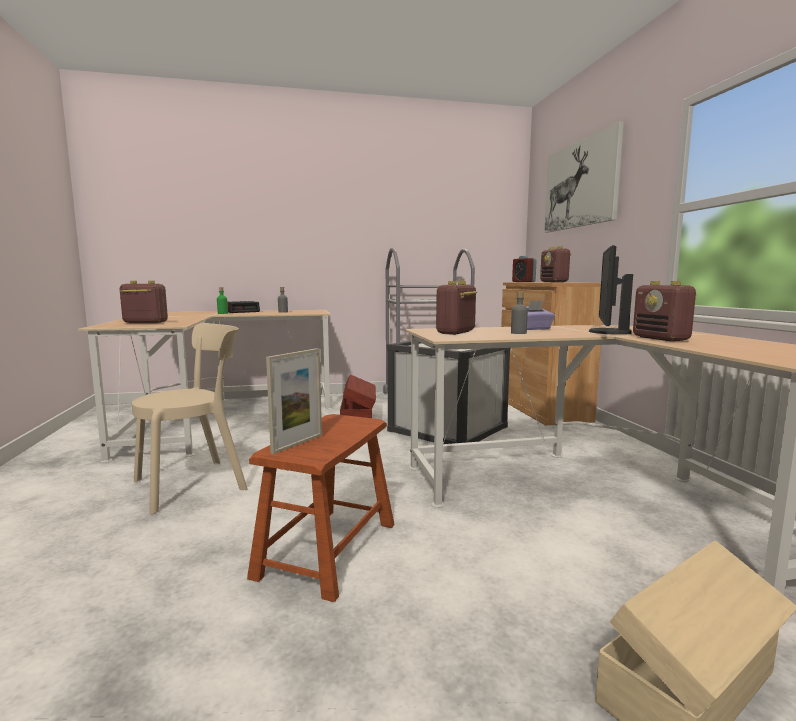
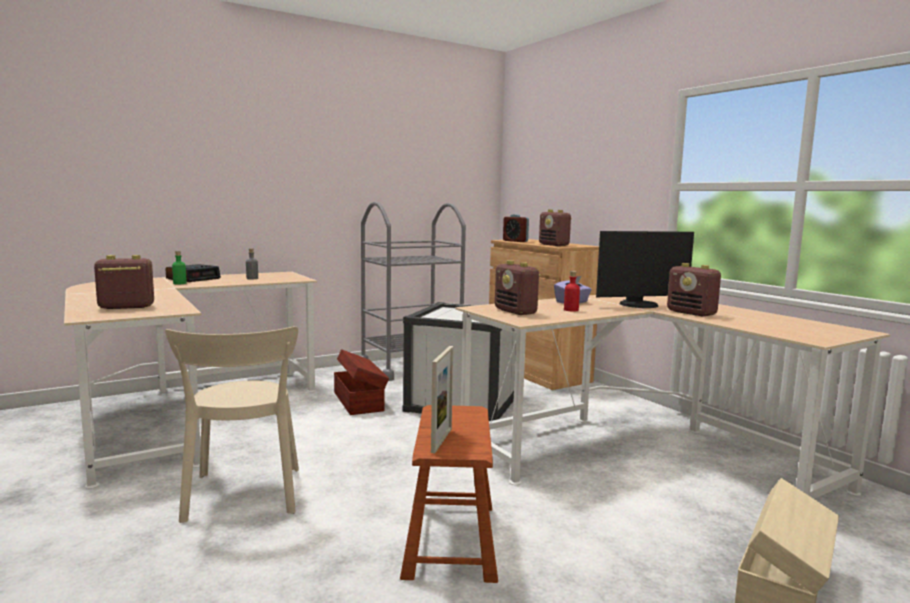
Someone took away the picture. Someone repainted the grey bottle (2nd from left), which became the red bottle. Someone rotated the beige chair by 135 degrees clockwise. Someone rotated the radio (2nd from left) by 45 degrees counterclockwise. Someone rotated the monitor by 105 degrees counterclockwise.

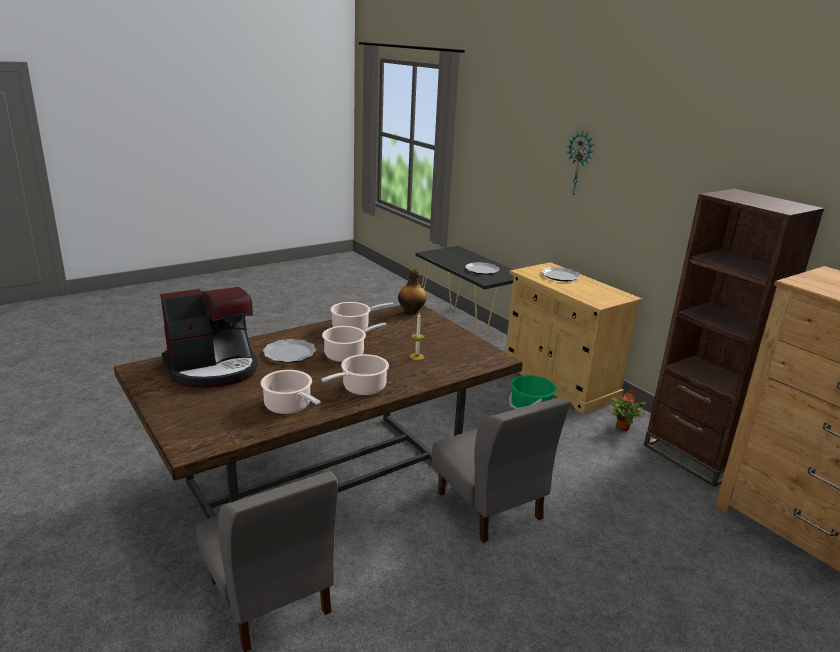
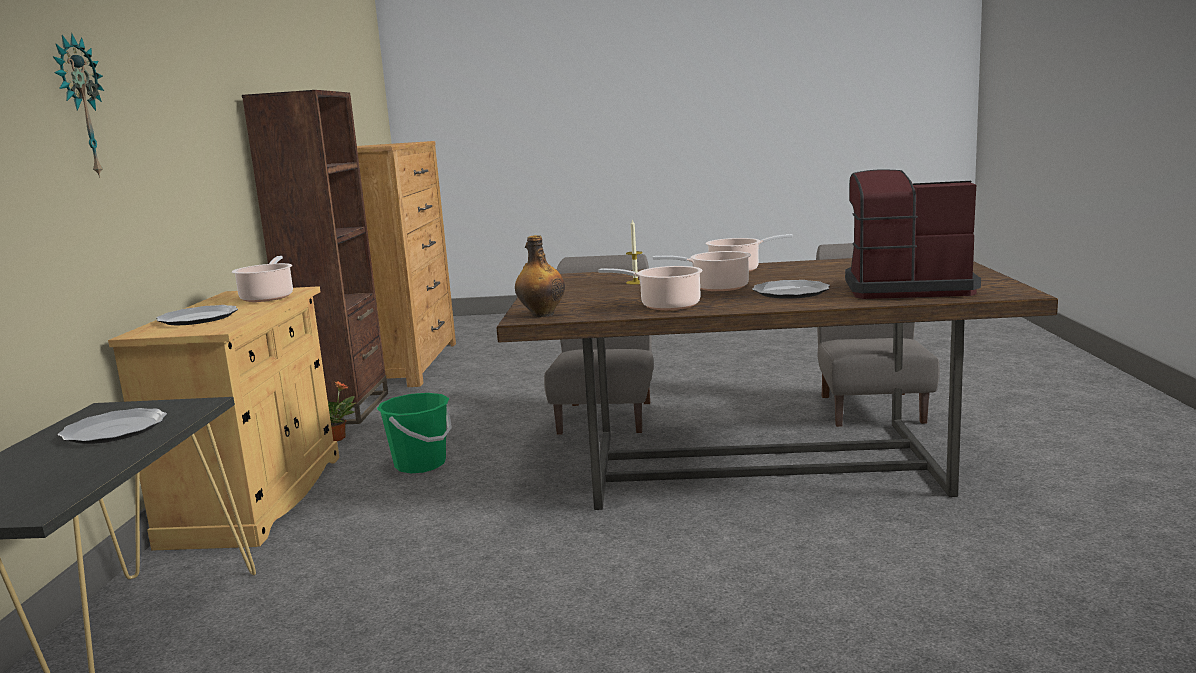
Someone carried the cooking pot (1st from left).

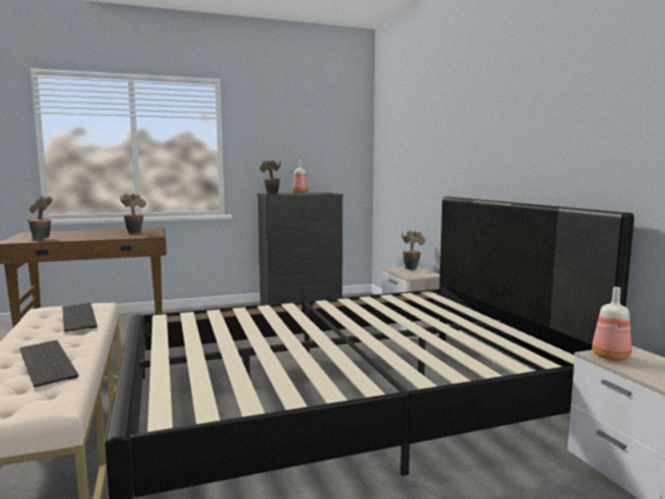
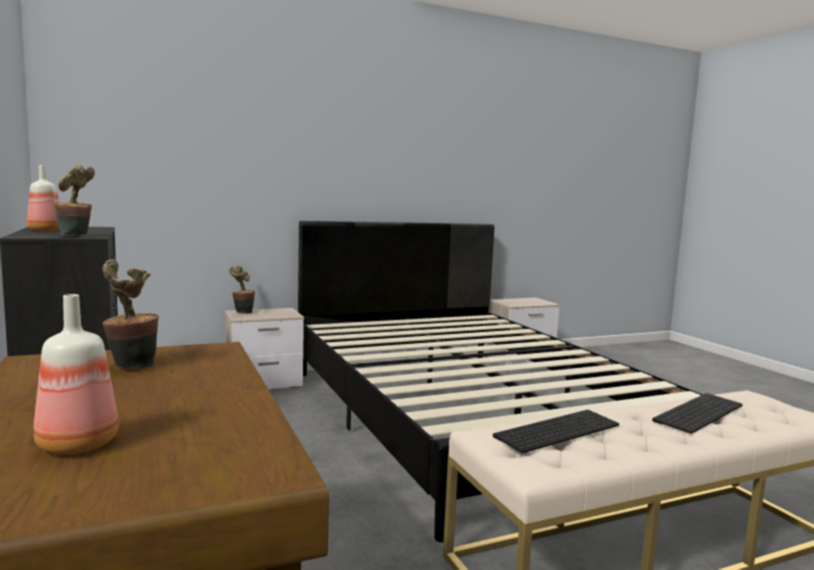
Someone took away the potted plant (1st from left). Someone carried the bottle (2nd from left).

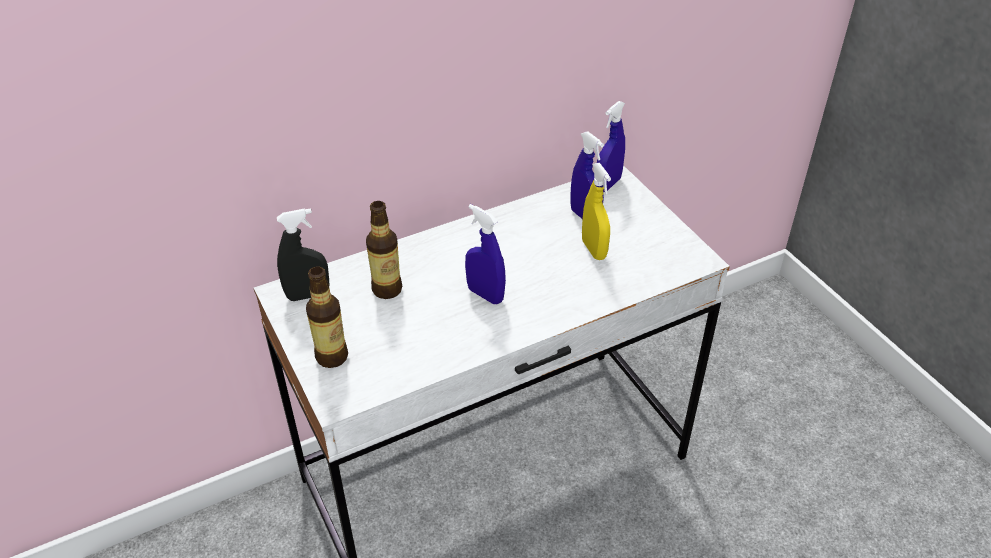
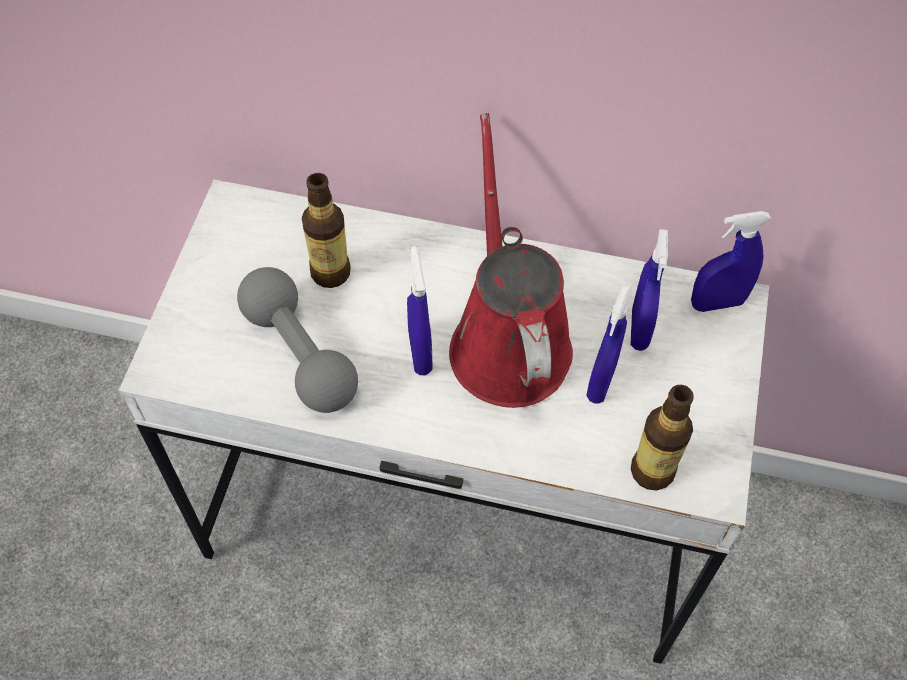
Someone took away the black spray bottle. Someone put down the grey dumbbell. Someone put down the red watering can. Someone carried the bottle (1st from left in the first image). Someone repainted the yellow spray bottle, which became the blue spray bottle (2nd from left).

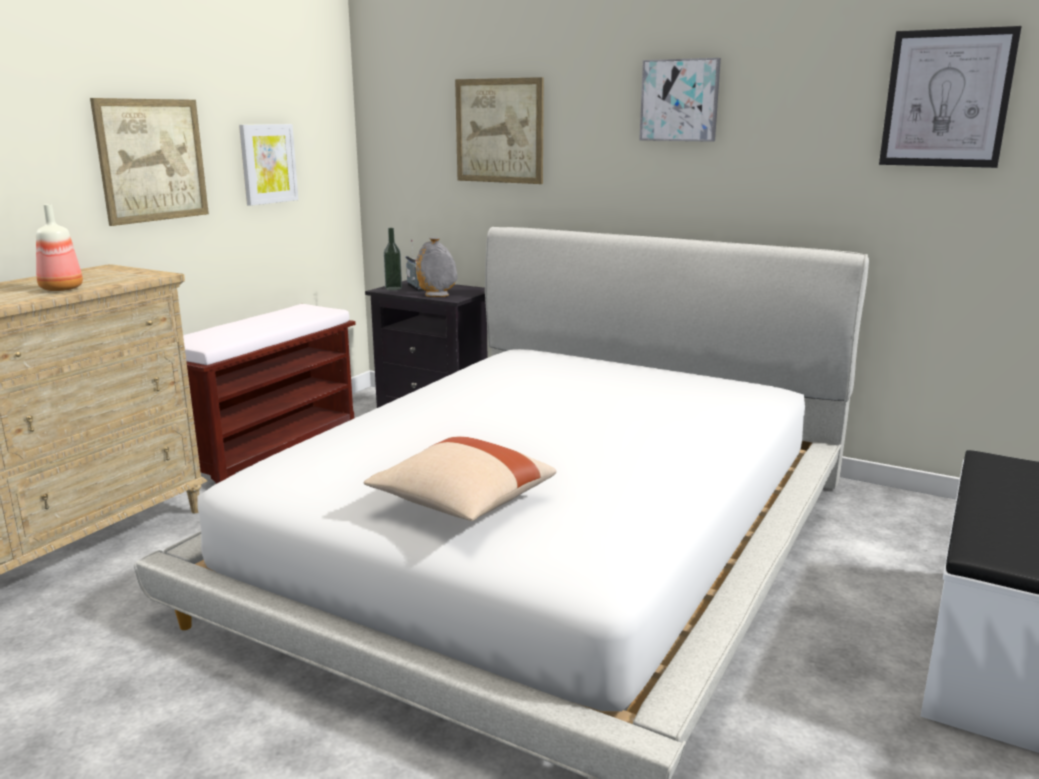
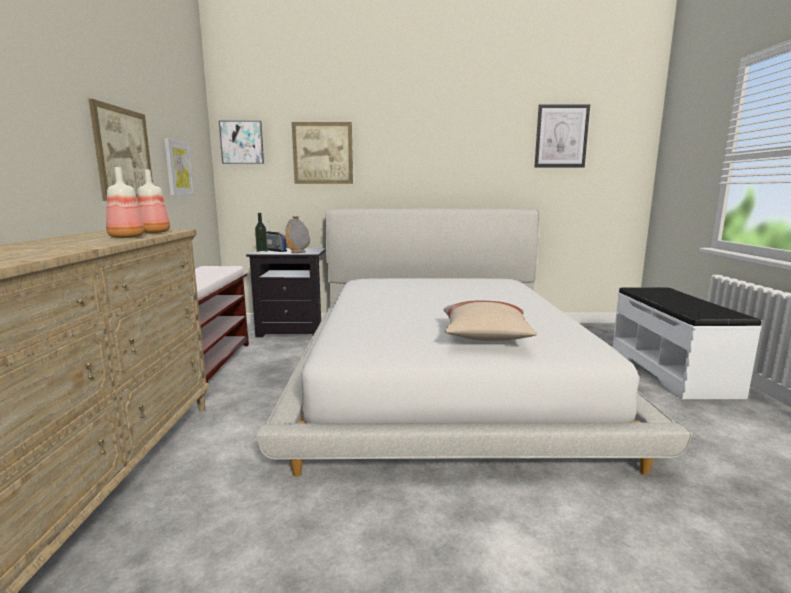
Someone put down the bottle (2nd from left). Someone carried the picture (4th from left in the first image).

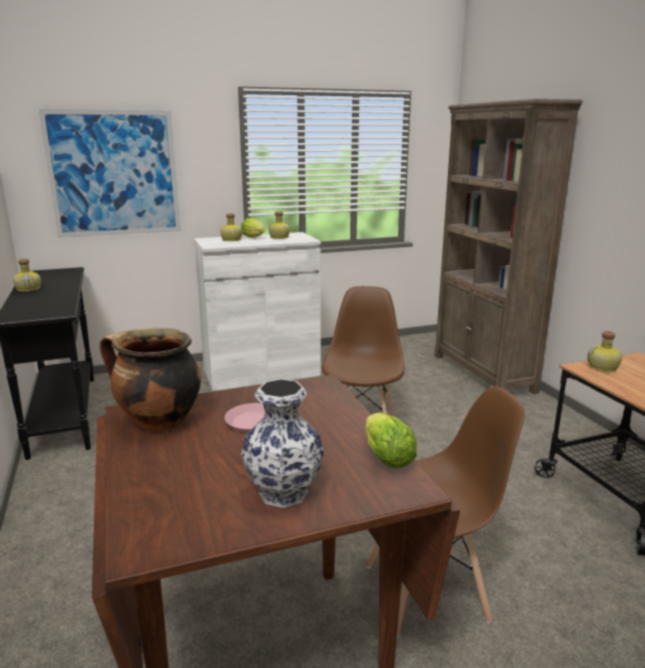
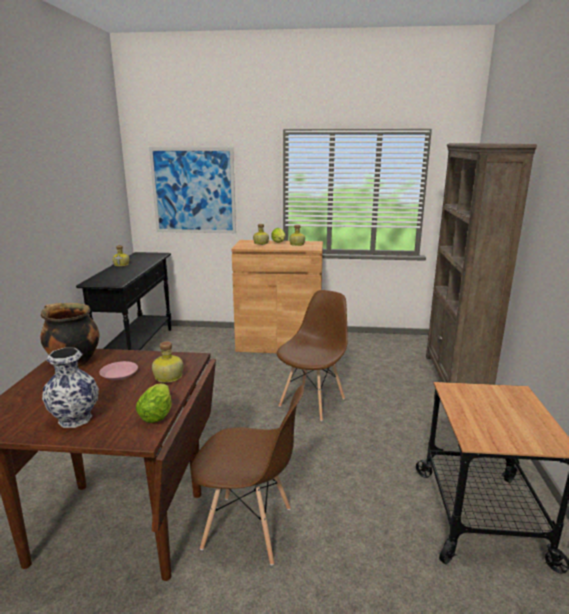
Someone carried the bottle (4th from left in the first image). Someone repainted the white cabinet, which became the brown cabinet.

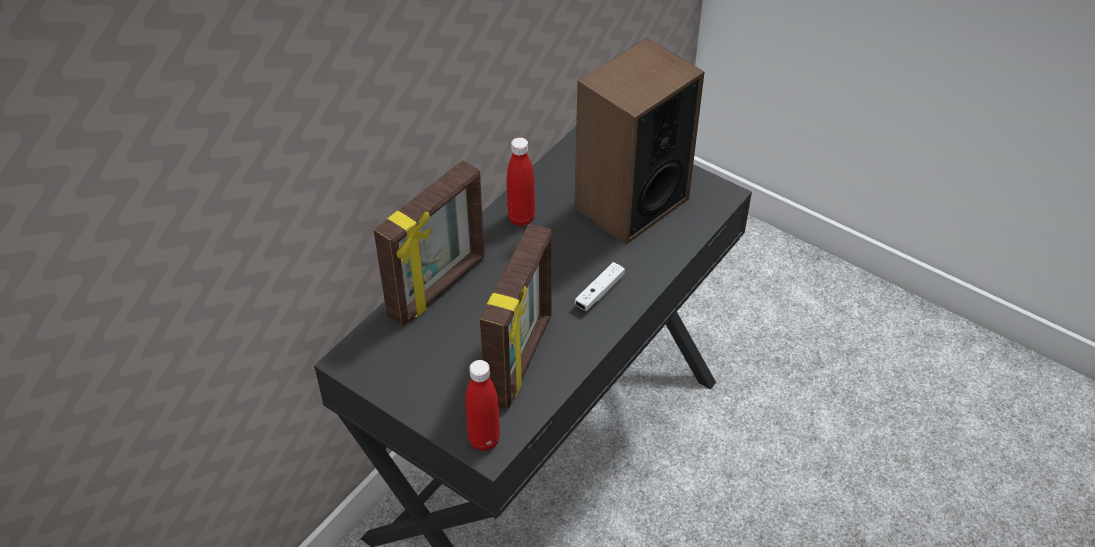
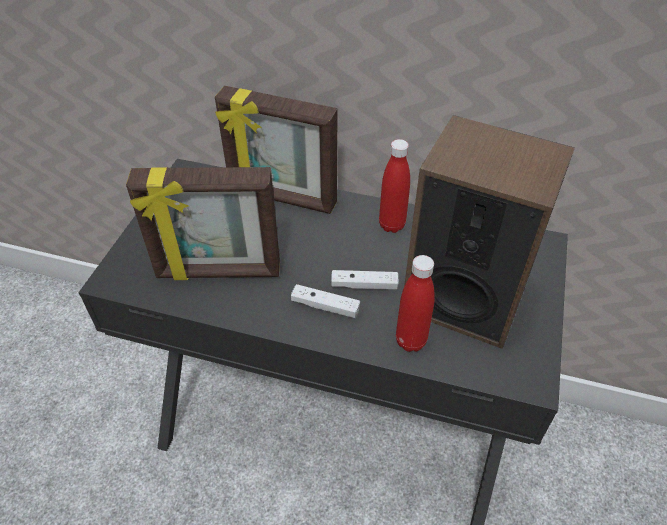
Someone put down the white game controller (2nd from left). Someone carried the red bottle (1st from left in the first image).

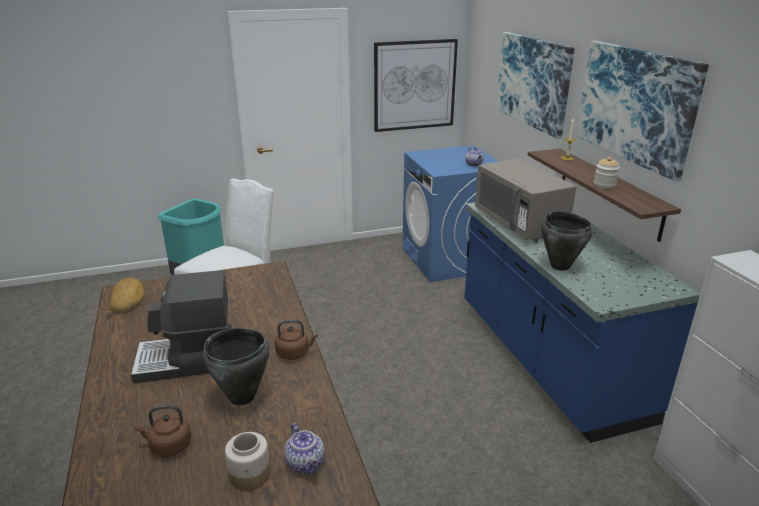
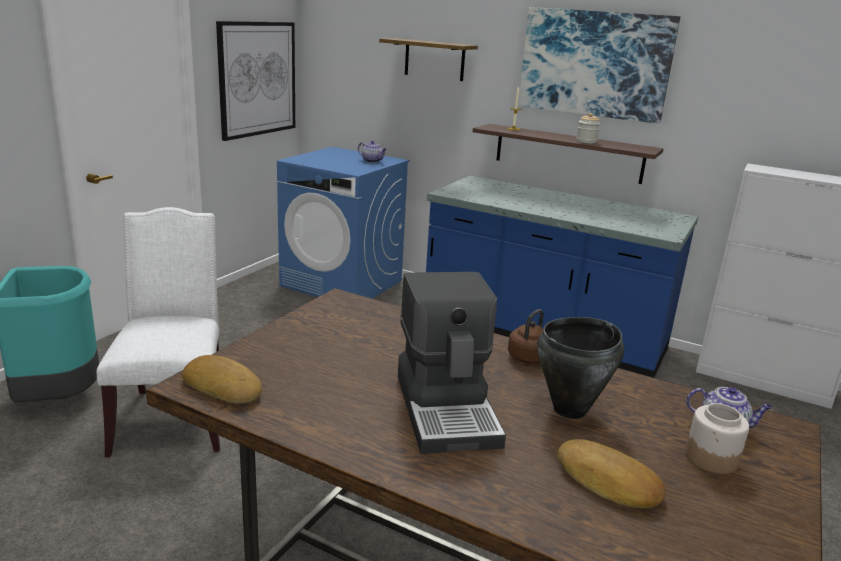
Someone took away the grey microwave. Someone took away the black cooking pot (2nd from left). Someone swapped the brown kettle (1st from left) for the bread (2nd from left). Someone swapped the picture (2nd from left) for the shelf (1st from left). Someone rotated the coffee machine by 45 degrees counterclockwise.

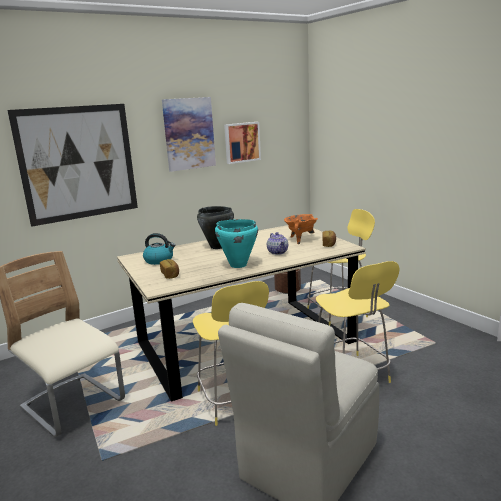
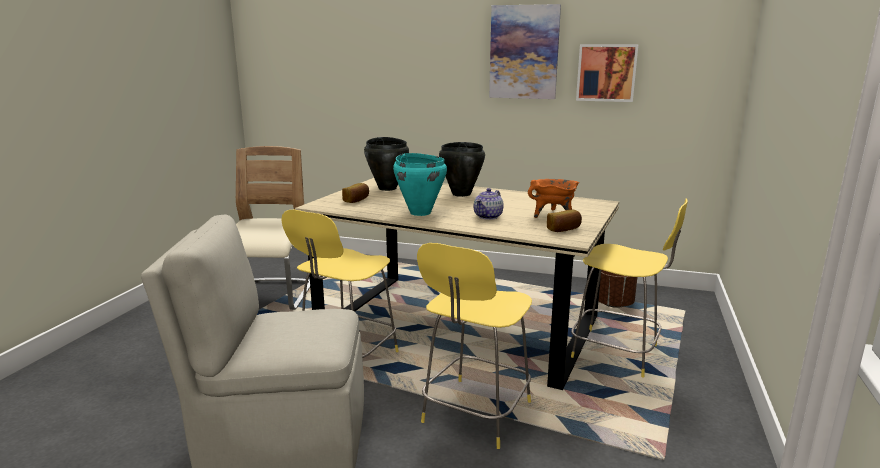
Someone took away the picture (1st from left). Someone swapped the kettle for the black cooking pot (1st from left).

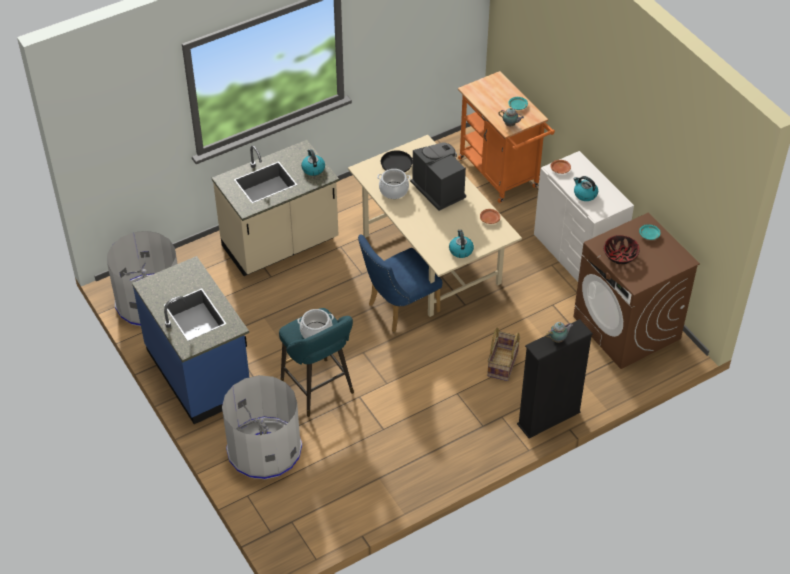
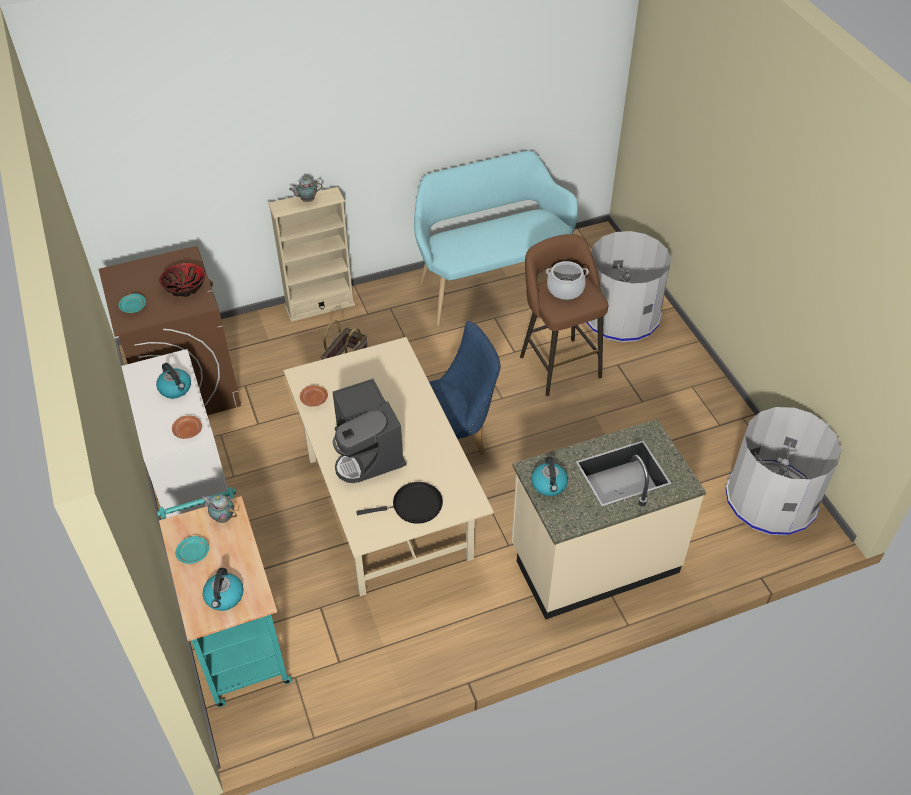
Someone took away the blue counter. Someone took away the cooking pot (2nd from left). Someone put down the turquoise bench. Someone carried the kettle (2nd from left). Someone repainted the turquoise stool, which became the brown stool. Someone repainted the orange cart, which became the turquoise cart. Someone repainted the black bookcase, which became the beige bookcase.

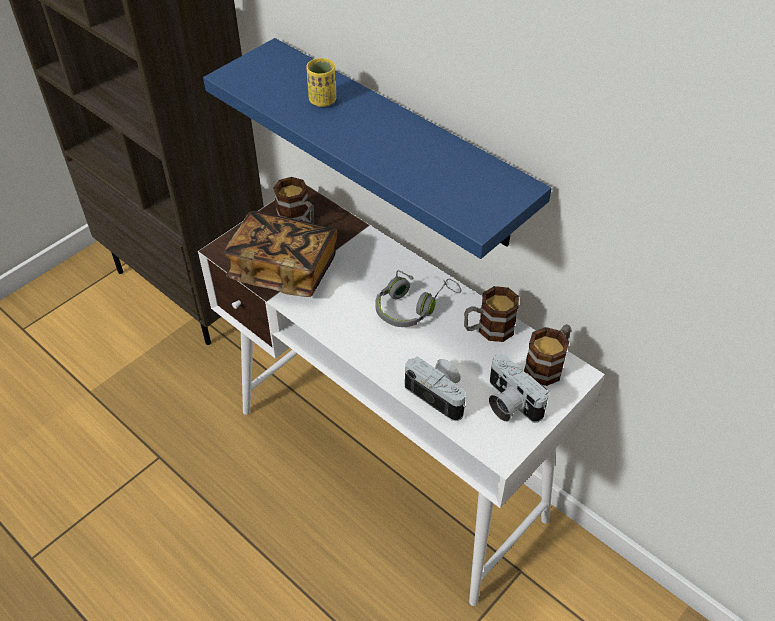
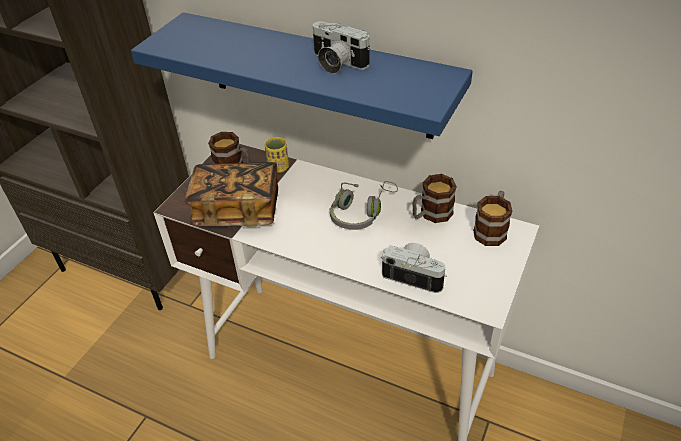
Someone carried the yellow cup. Someone carried the photo camera (2nd from left in the first image).

